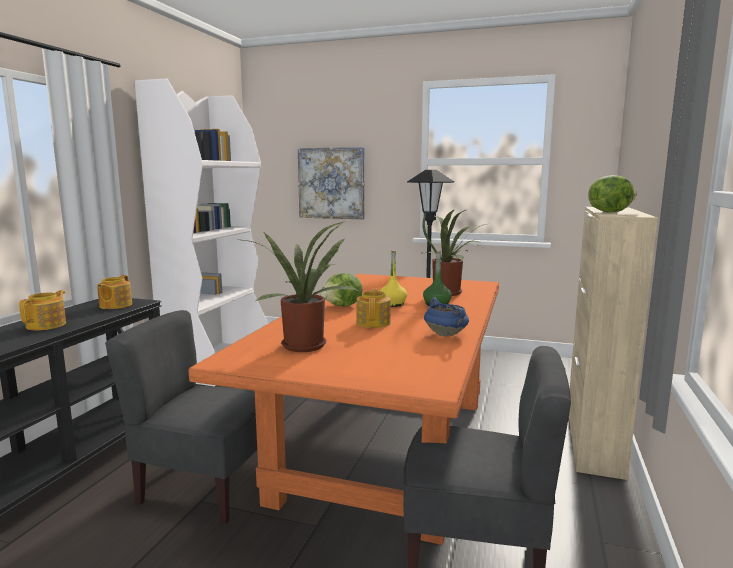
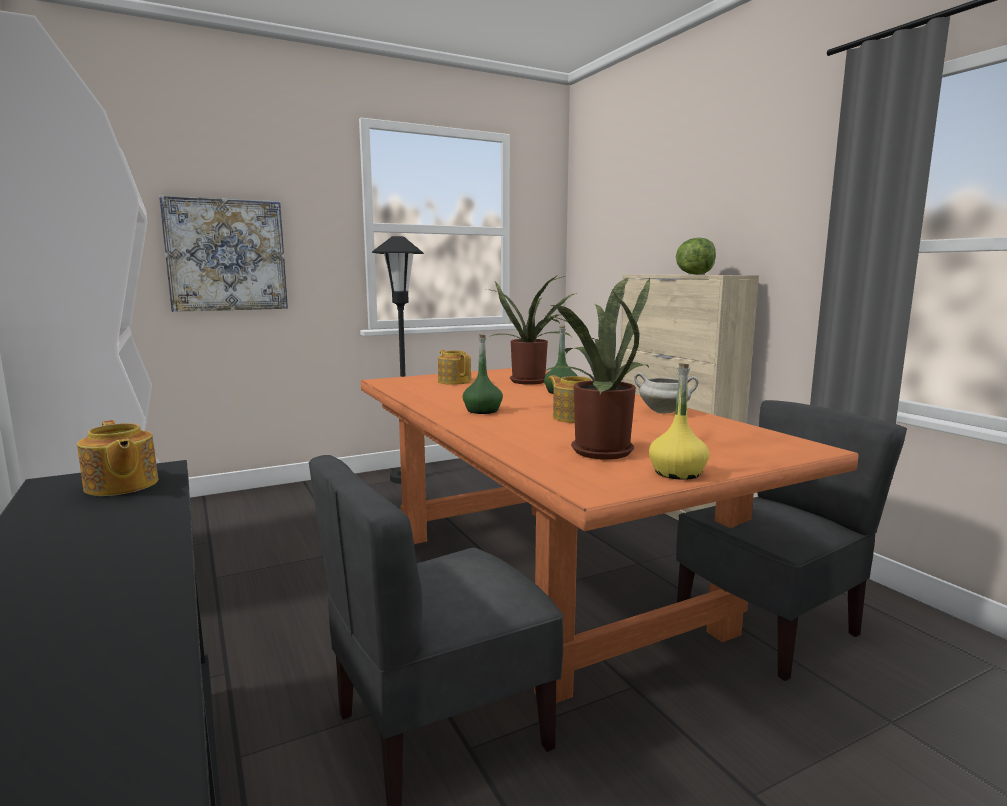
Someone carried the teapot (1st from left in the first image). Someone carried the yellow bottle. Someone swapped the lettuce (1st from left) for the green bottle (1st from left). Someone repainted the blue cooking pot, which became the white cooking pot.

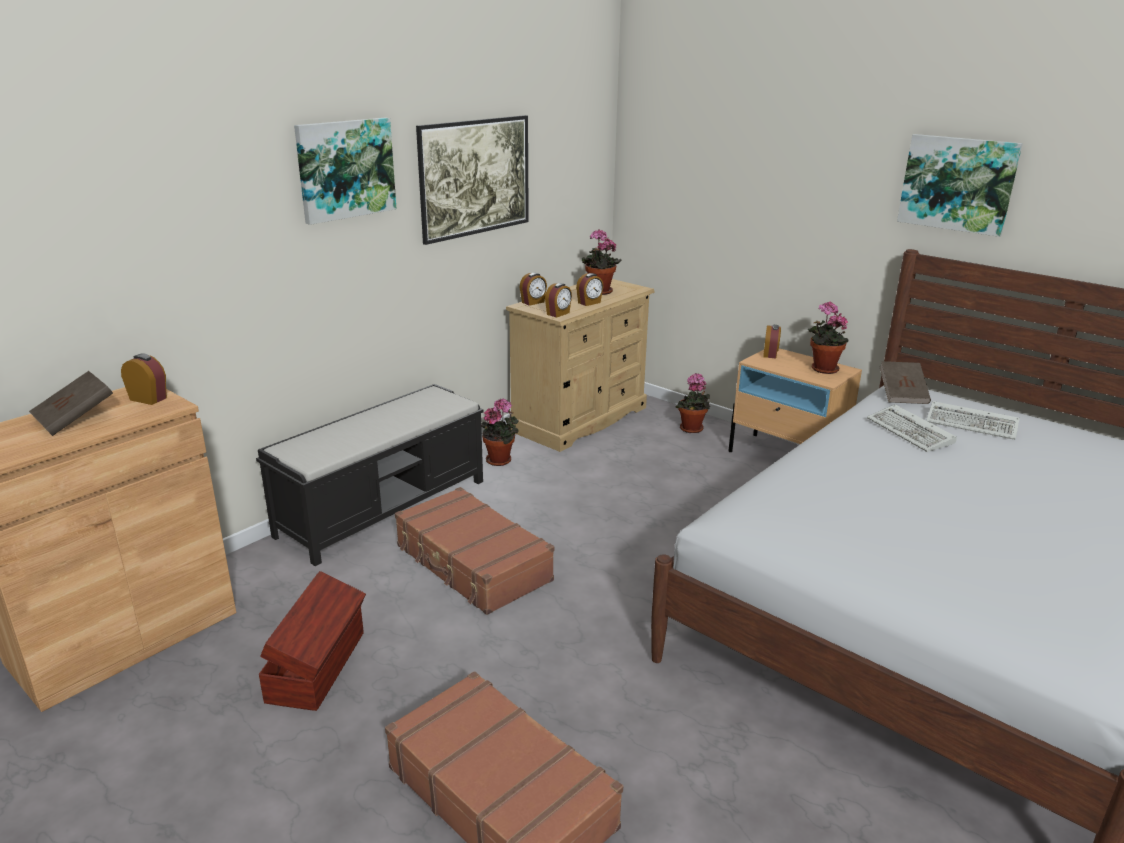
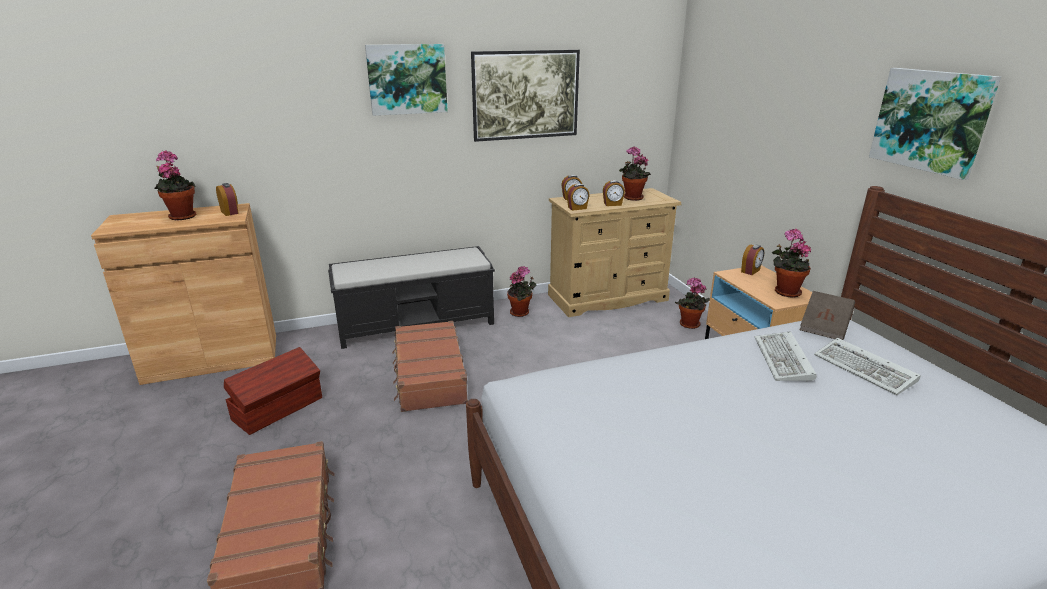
Someone swapped the brown book (1st from left) for the potted plant (1st from left).

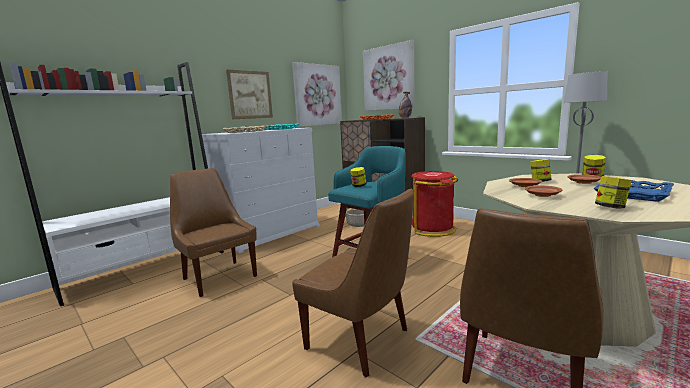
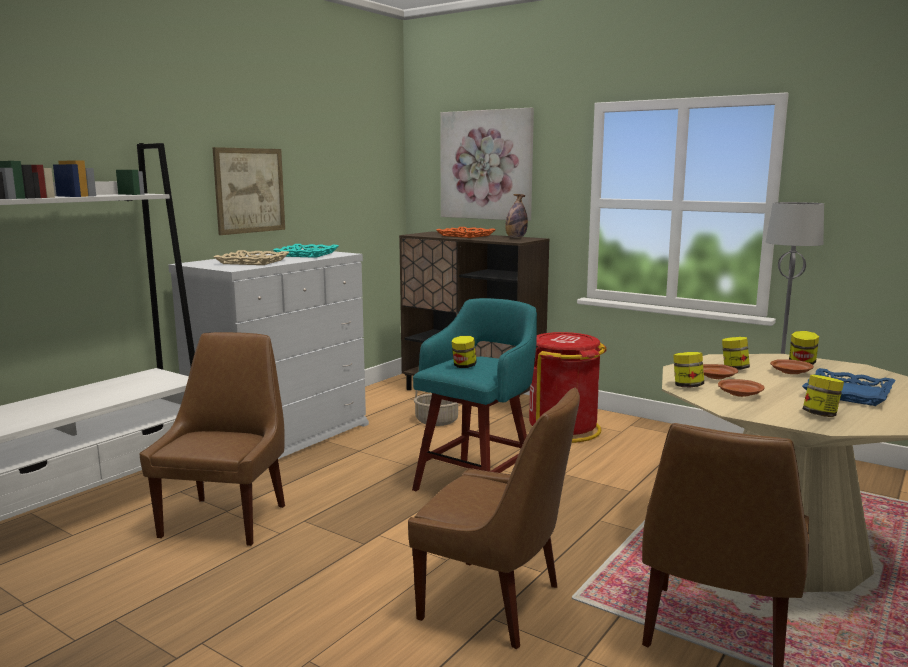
Someone took away the picture (2nd from left). Someone put down the jar (2nd from left). Someone rotated the brown chair (1st from left) by 60 degrees clockwise.

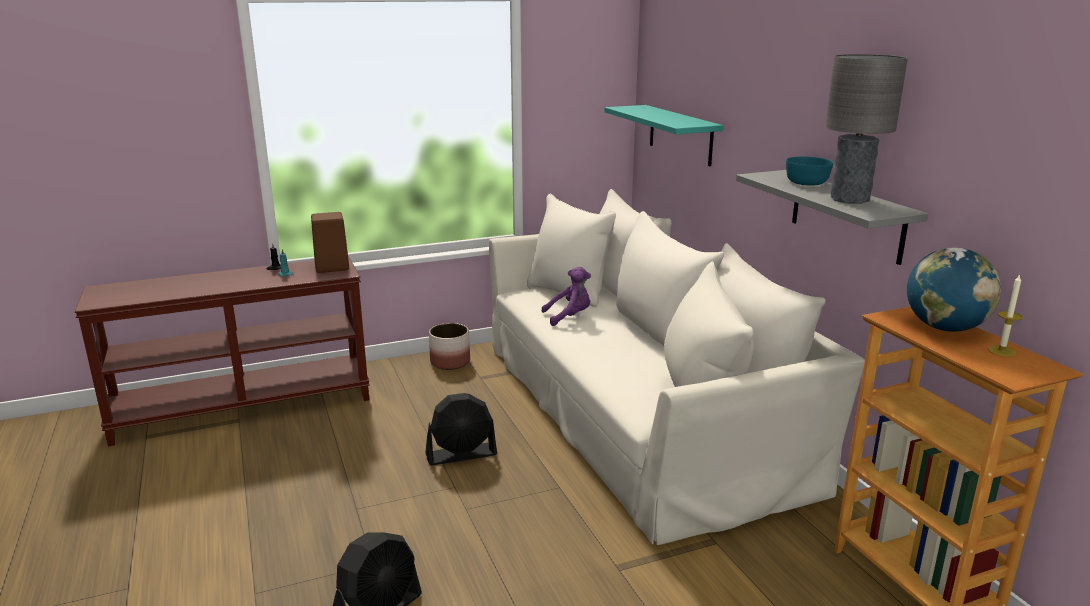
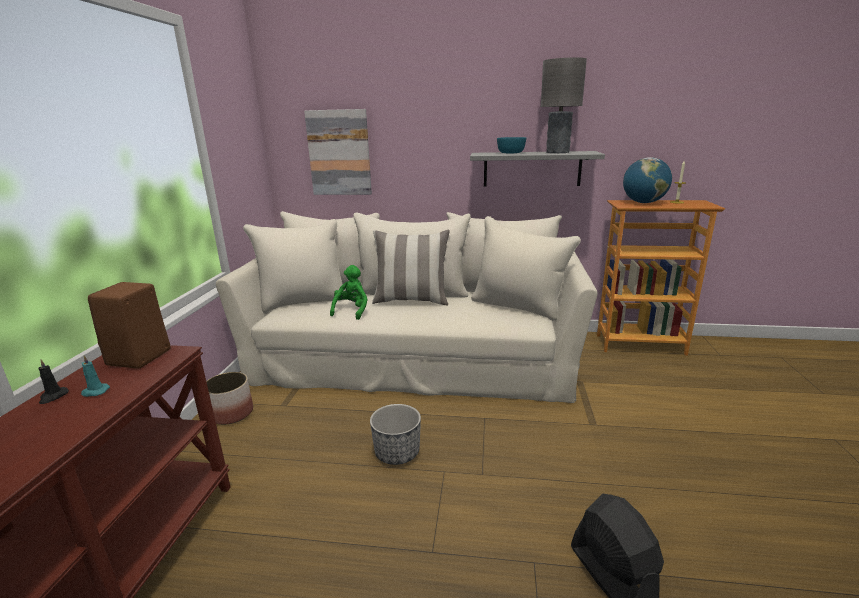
Someone put down the pillow. Someone swapped the black fan (2nd from left) for the planter (2nd from left). Someone swapped the turquoise shelf for the picture. Someone repainted the purple plush toy, which became the green plush toy.

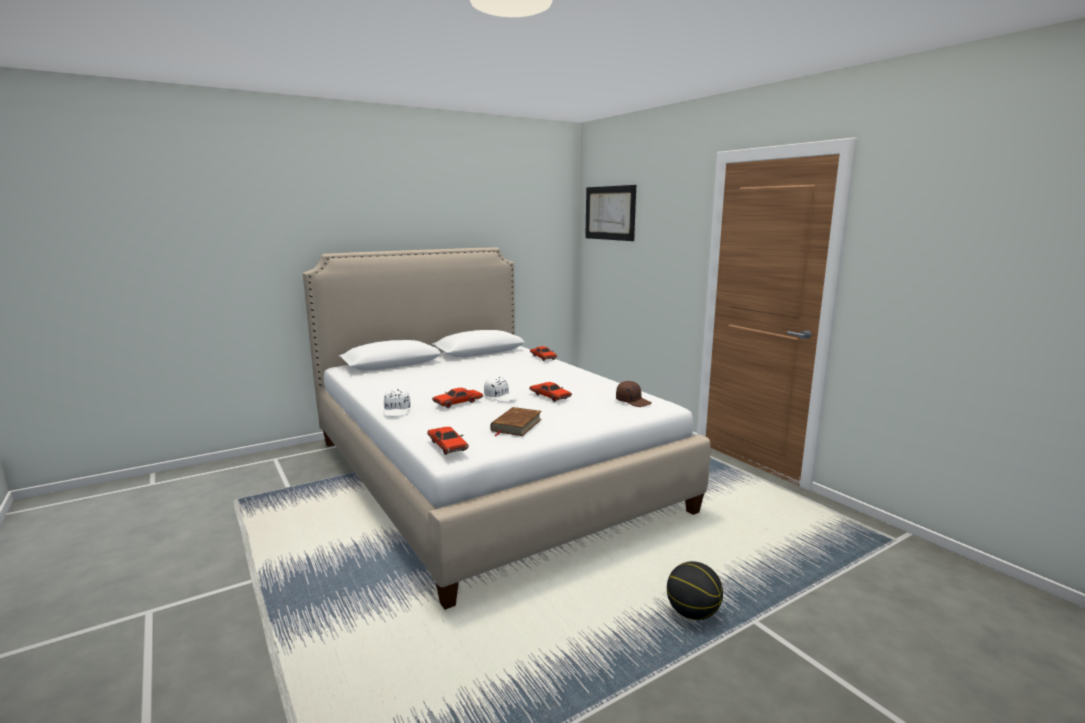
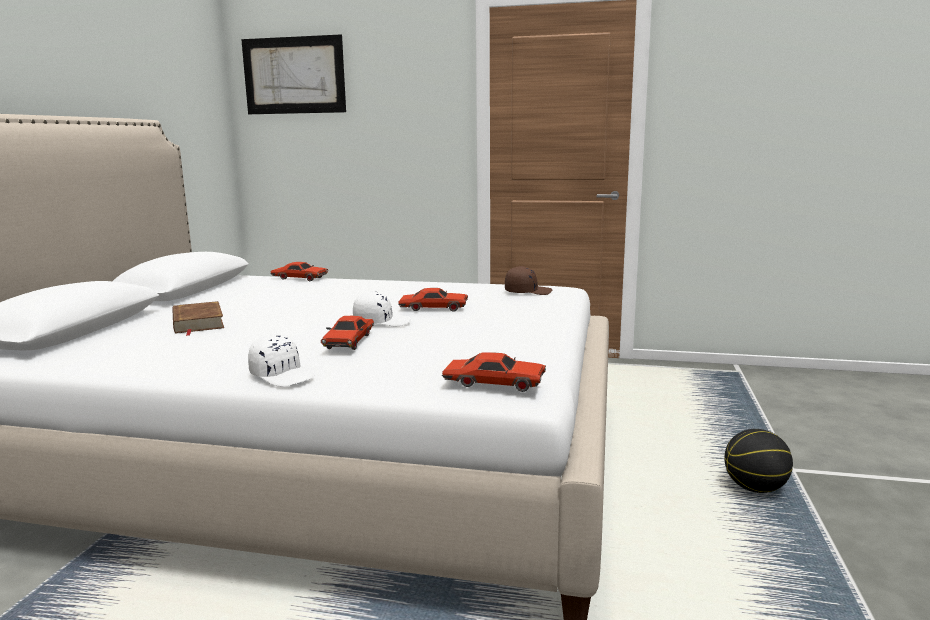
Someone carried the brown book.

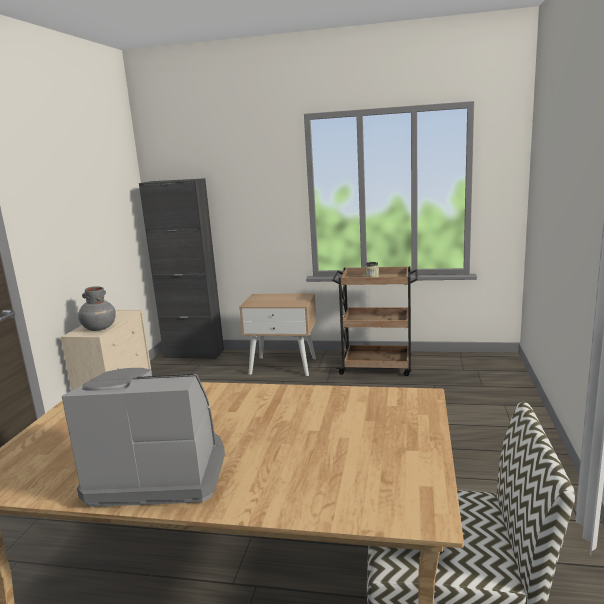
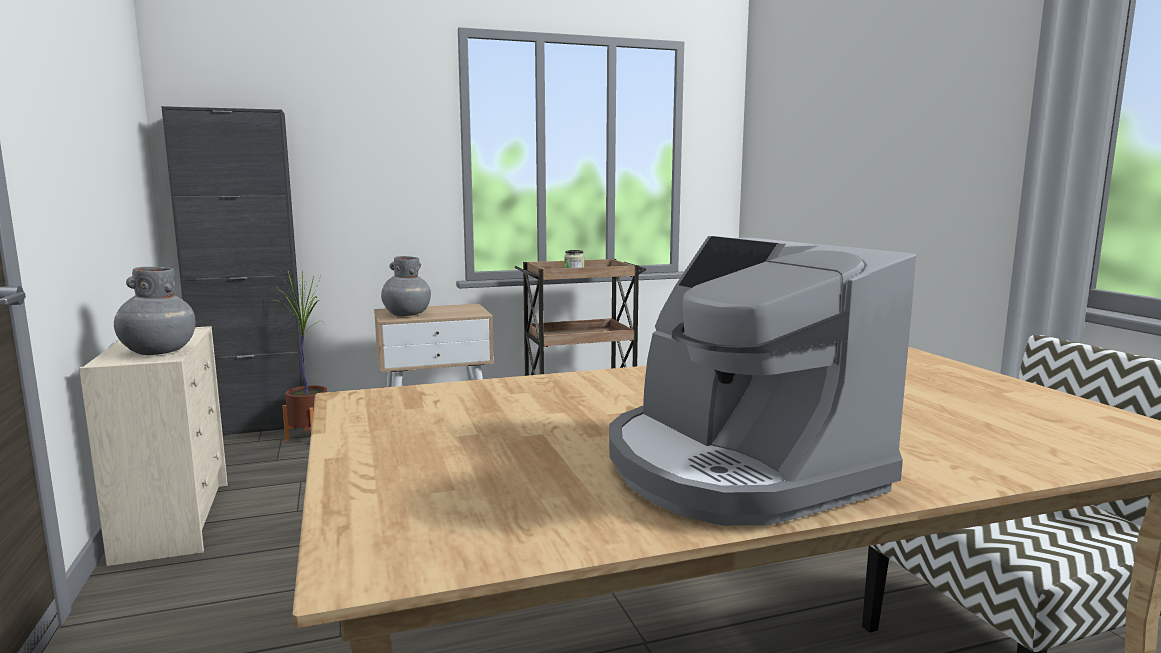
Someone put down the potted plant. Someone put down the grey vase (2nd from left). Someone rotated the coffee machine by 90 degrees counterclockwise.

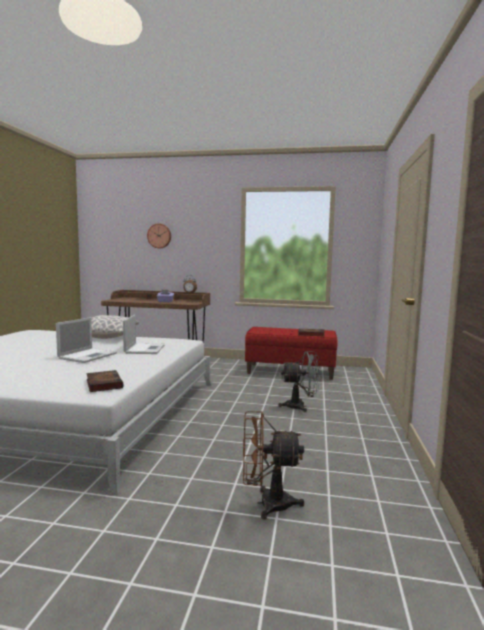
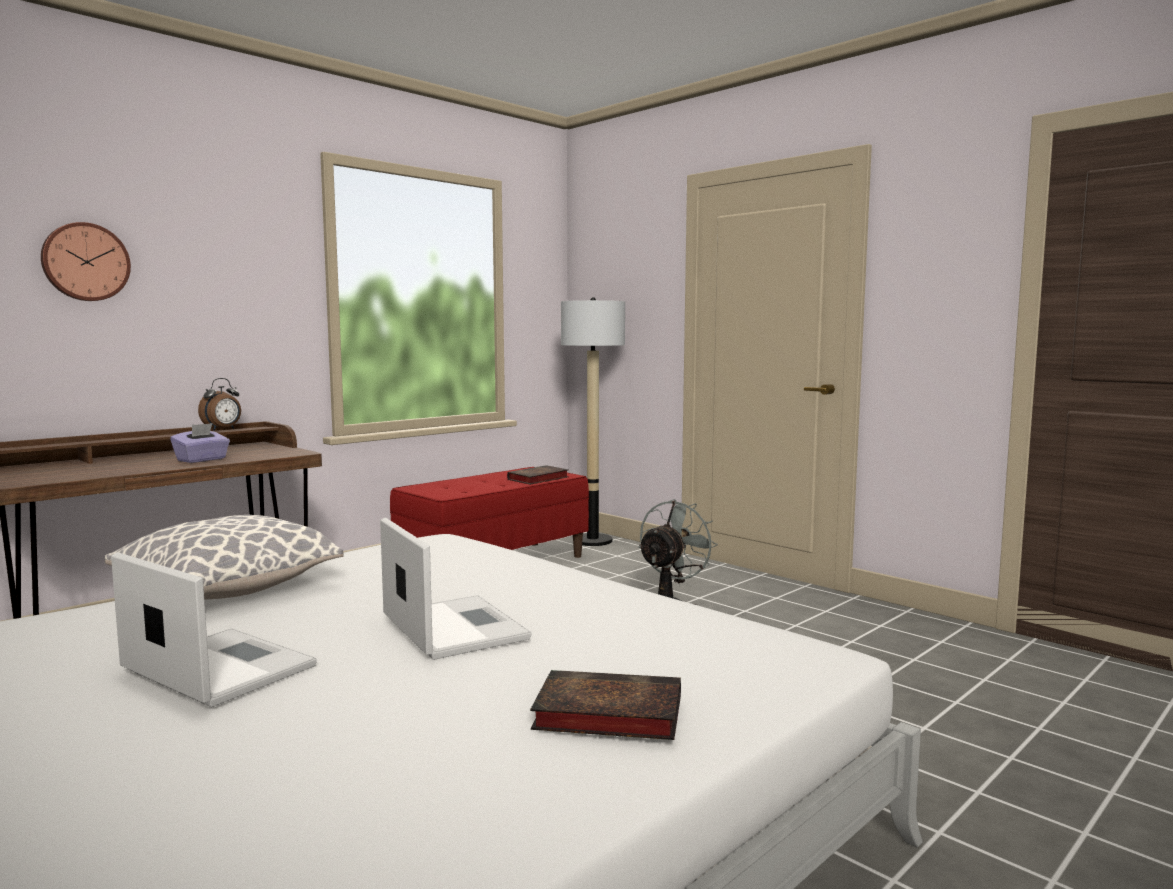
Someone took away the brown fan. Someone put down the floor lamp. Someone carried the book (1st from left in the first image). Someone carried the laptop (2nd from left in the first image).

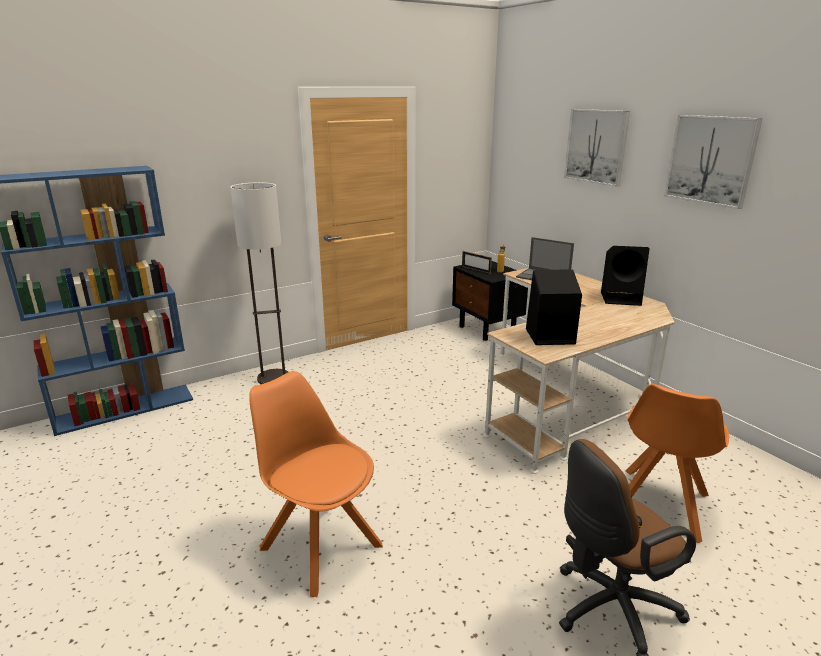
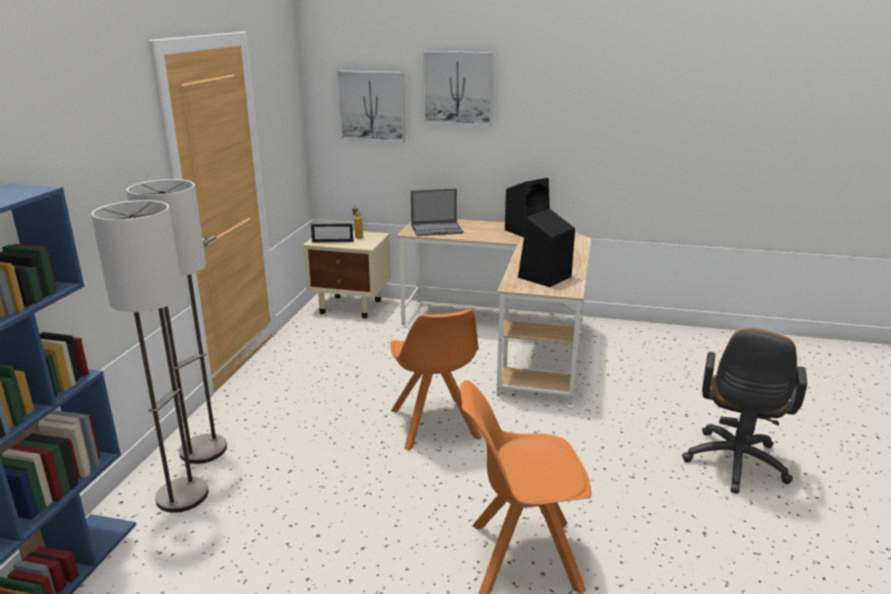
Someone put down the floor lamp (1st from left). Someone carried the orange chair (2nd from left in the first image). Someone carried the picture (2nd from left in the first image). Someone repainted the black nightstand, which became the beige nightstand.

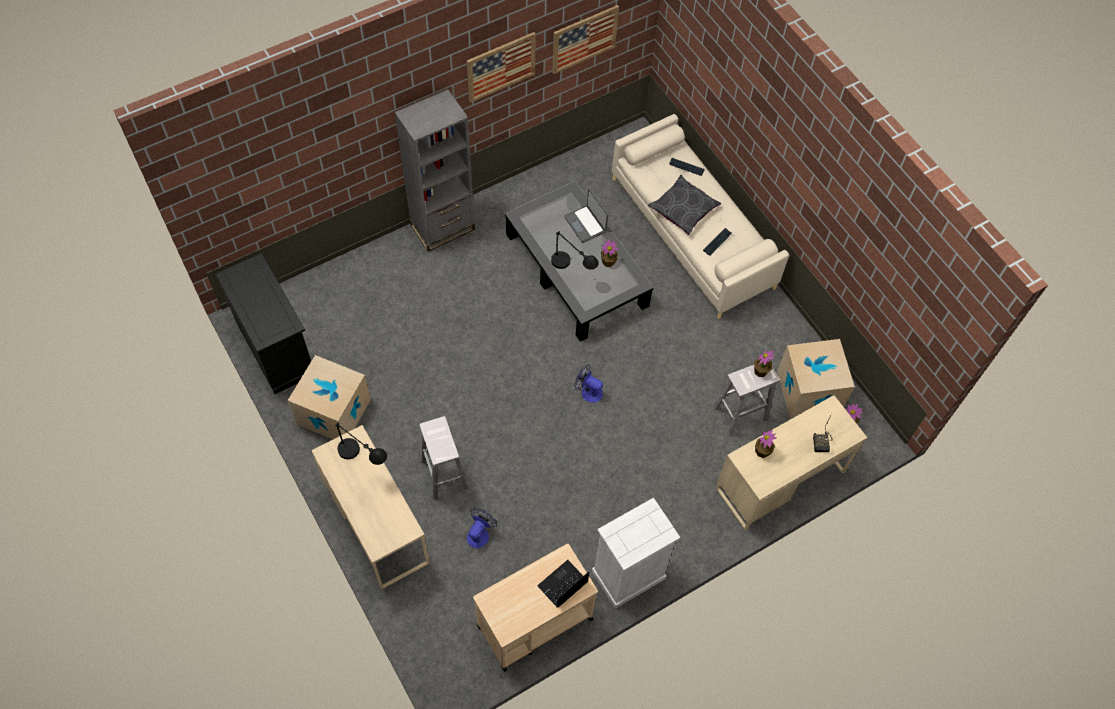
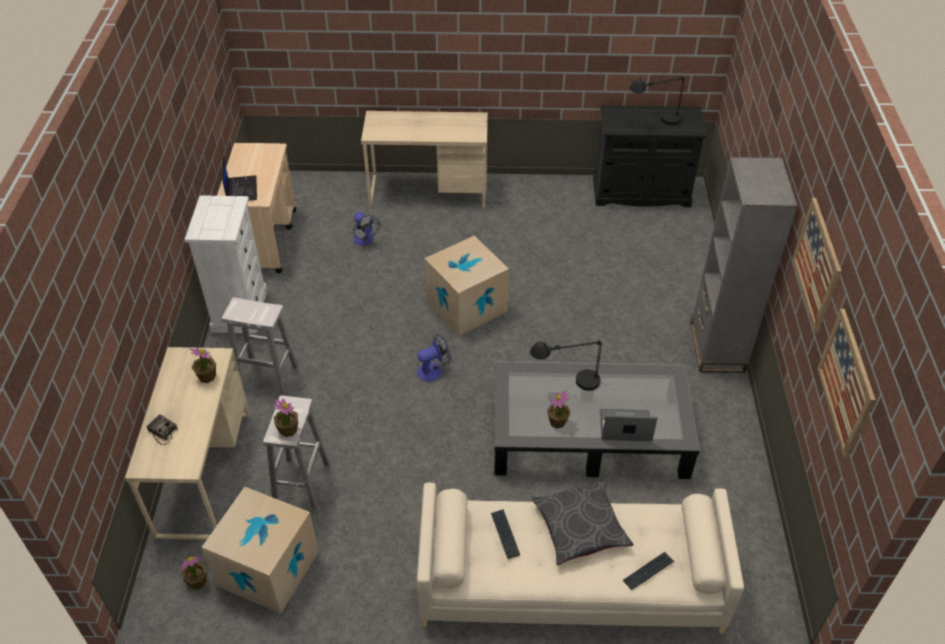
Someone carried the cardboard box (1st from left in the first image). Someone carried the black table lamp (1st from left in the first image). Someone carried the white stool (1st from left).

